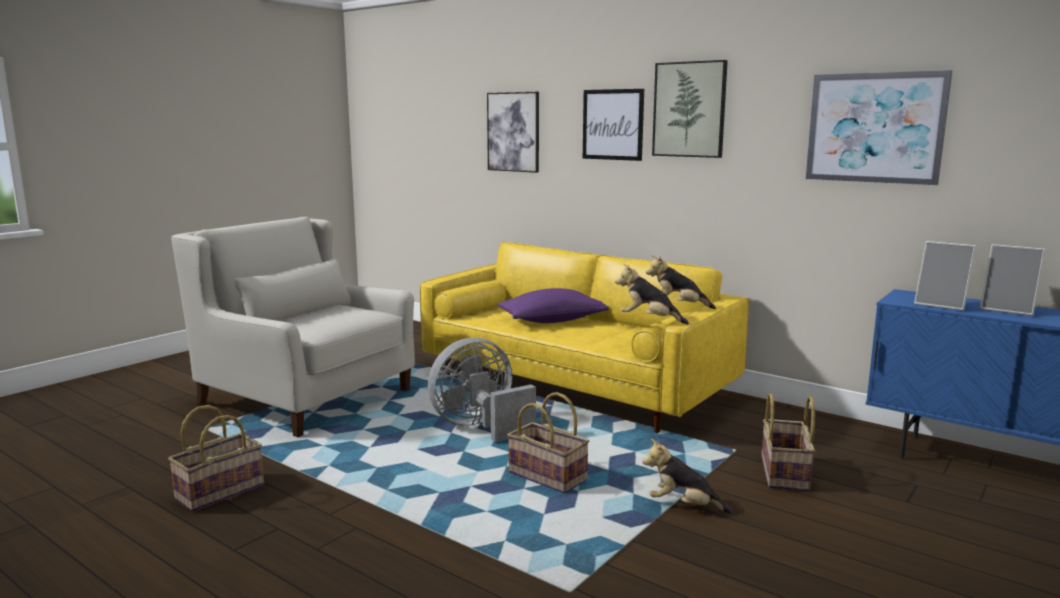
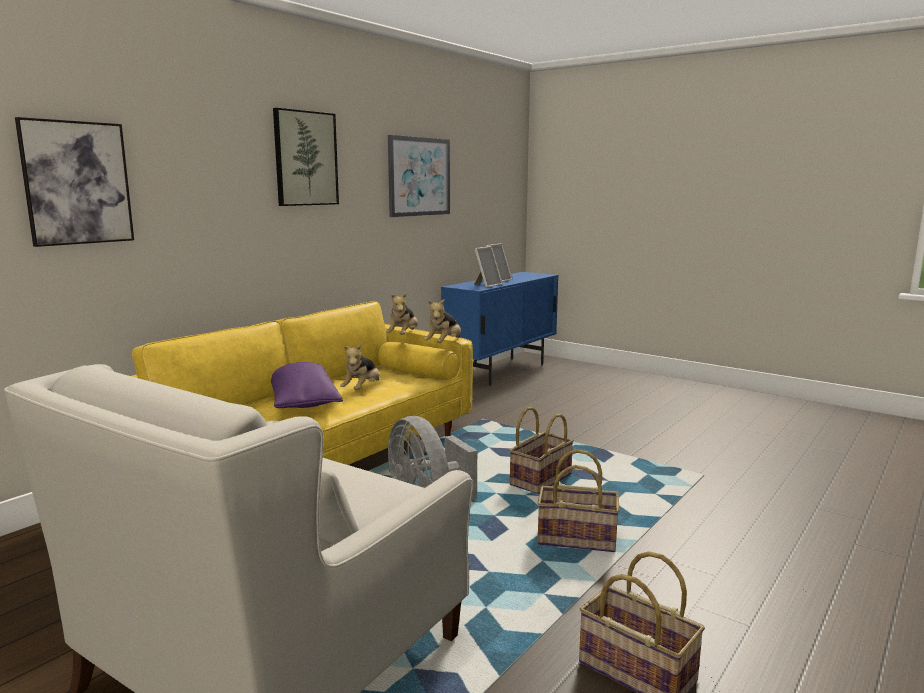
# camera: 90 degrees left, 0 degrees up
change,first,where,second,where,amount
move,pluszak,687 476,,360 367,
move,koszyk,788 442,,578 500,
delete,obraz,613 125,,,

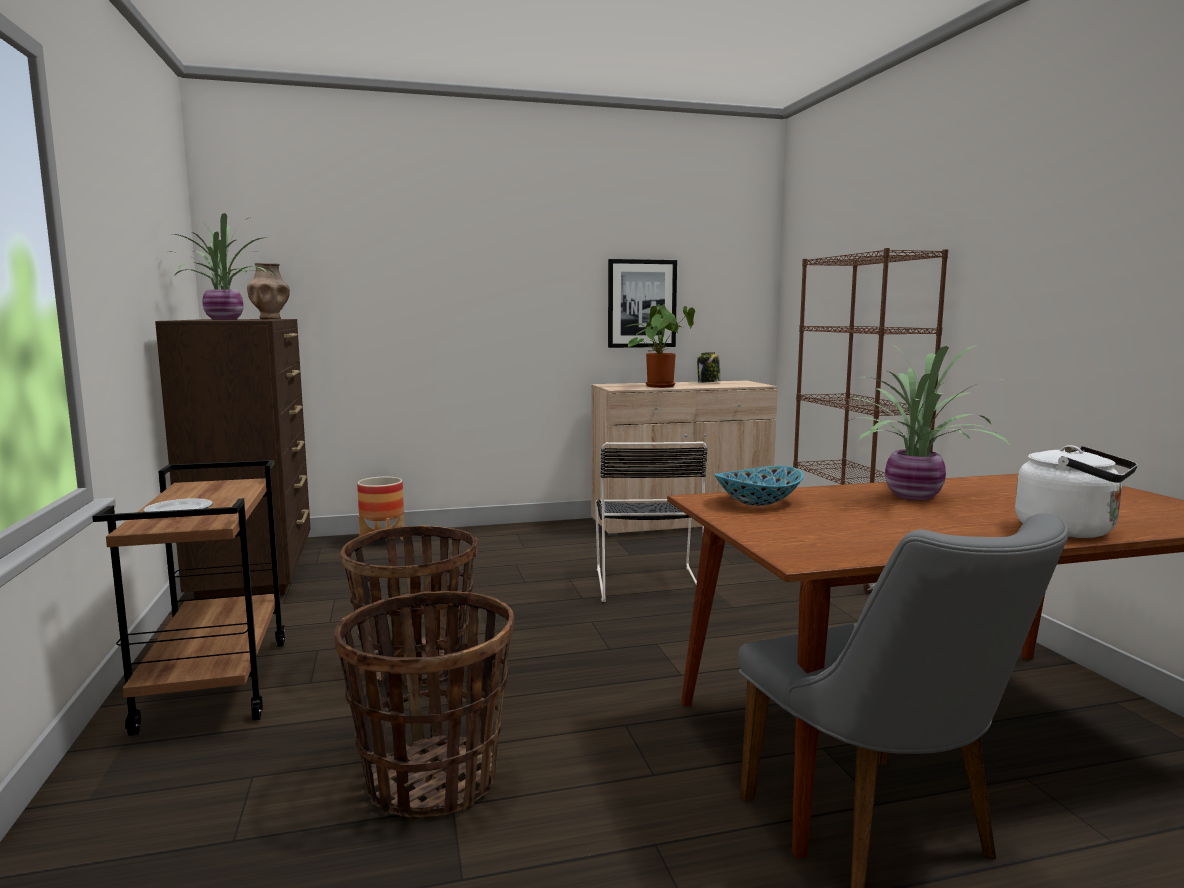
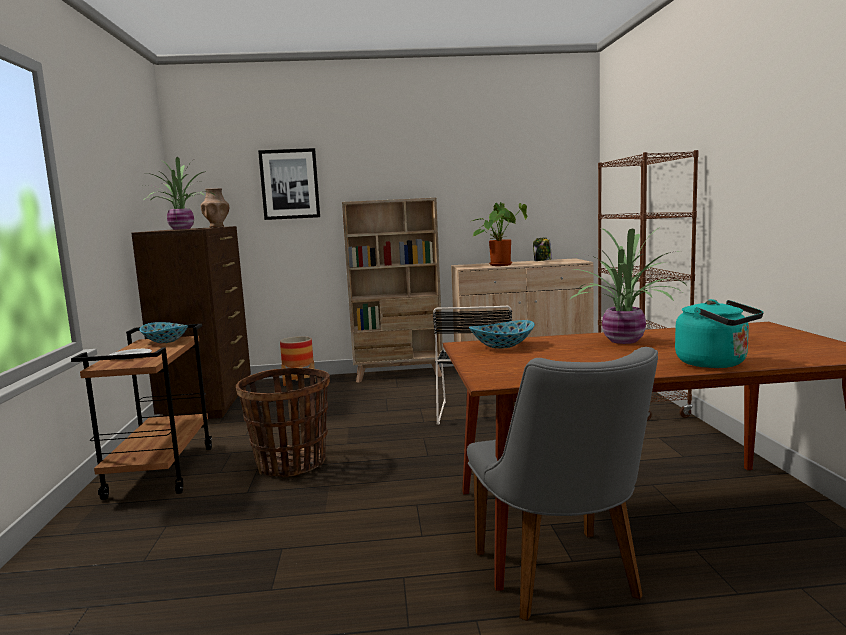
# camera: 10 degrees right, 0 degrees up
change,first,where,second,where,amount
insert,,,miska,163 332,
move,obraz,642 303,,289 184,
insert,,,regał [beżowy],392 290,
recolor,czajnik [biały],1076 491,czajnik [turkusowy],719 333,
delete,koszyk,424 704,,,

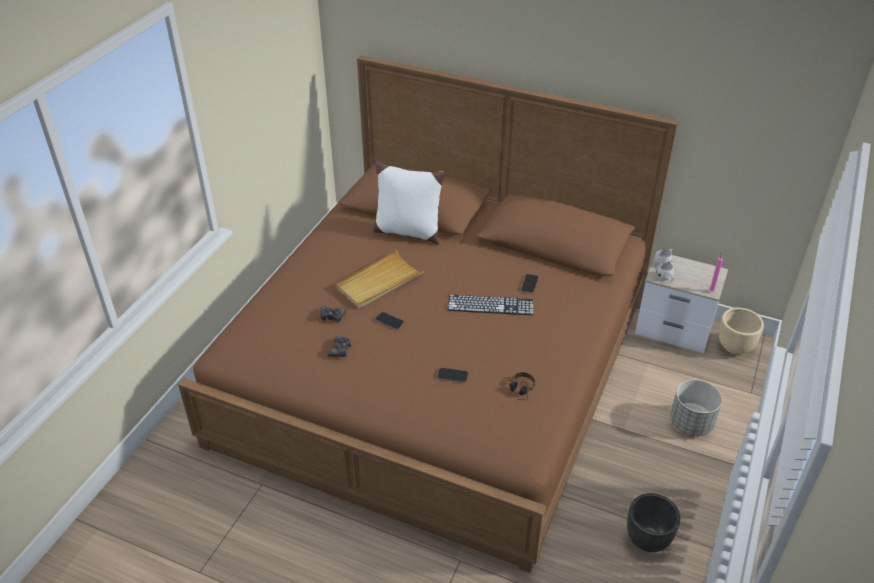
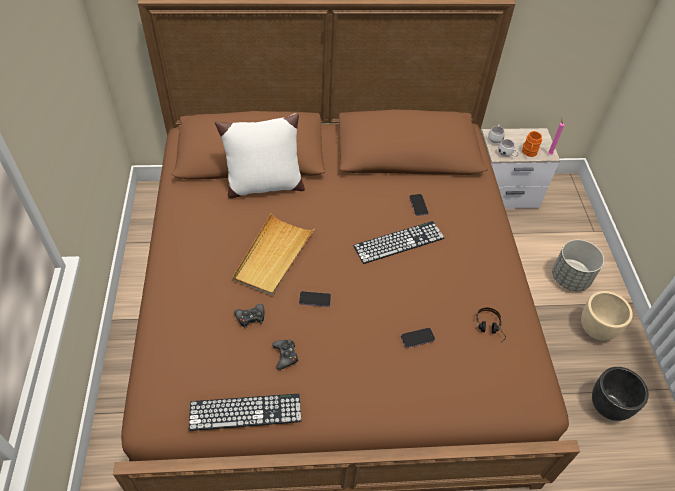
# camera: 30 degrees left, 10 degrees up
change,first,where,second,where,amount
insert,,,klawiatura,245 412,
insert,,,kubek [pomarańczowy],532 144,
move,donica [beżowy],741 331,,607 316,

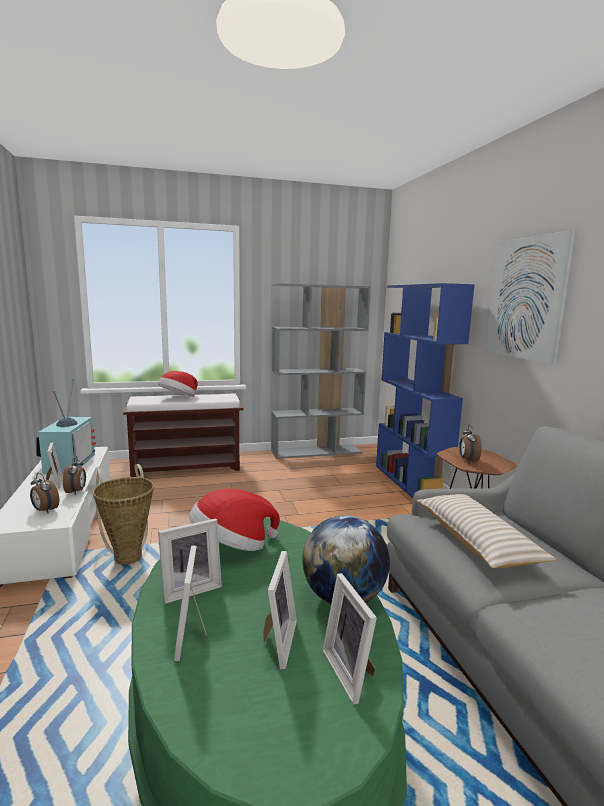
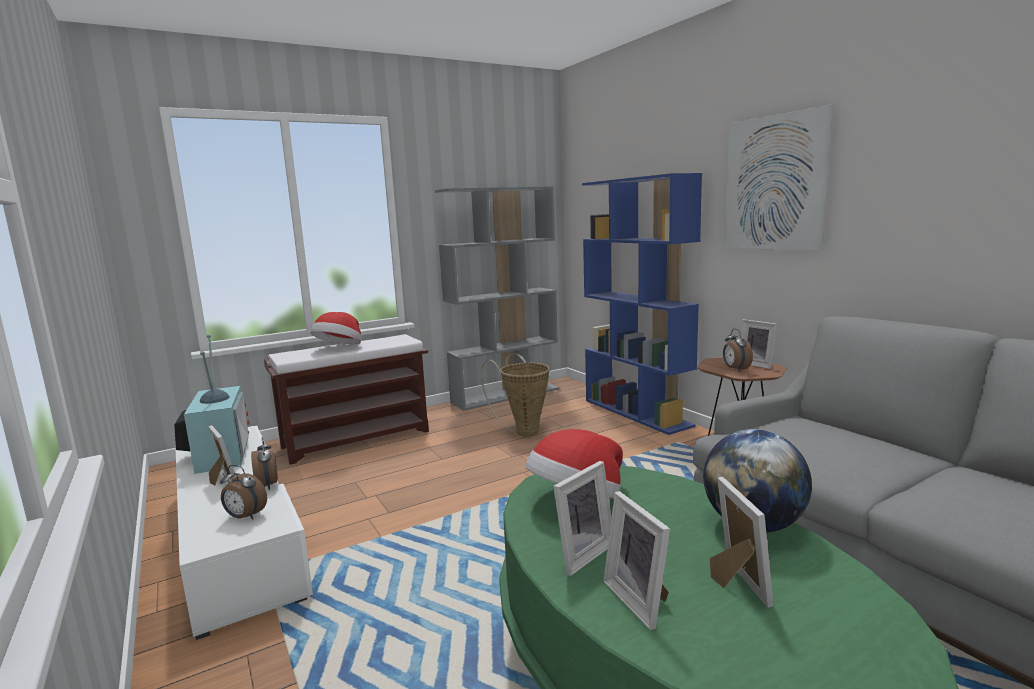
# camera: 15 degrees left, 0 degrees up
change,first,where,second,where,amount
move,koszyk,123 514,,515 394,
move,ramka na zdjęcie,350 639,,759 344,
delete,poduszka [beżowy],486 531,,,

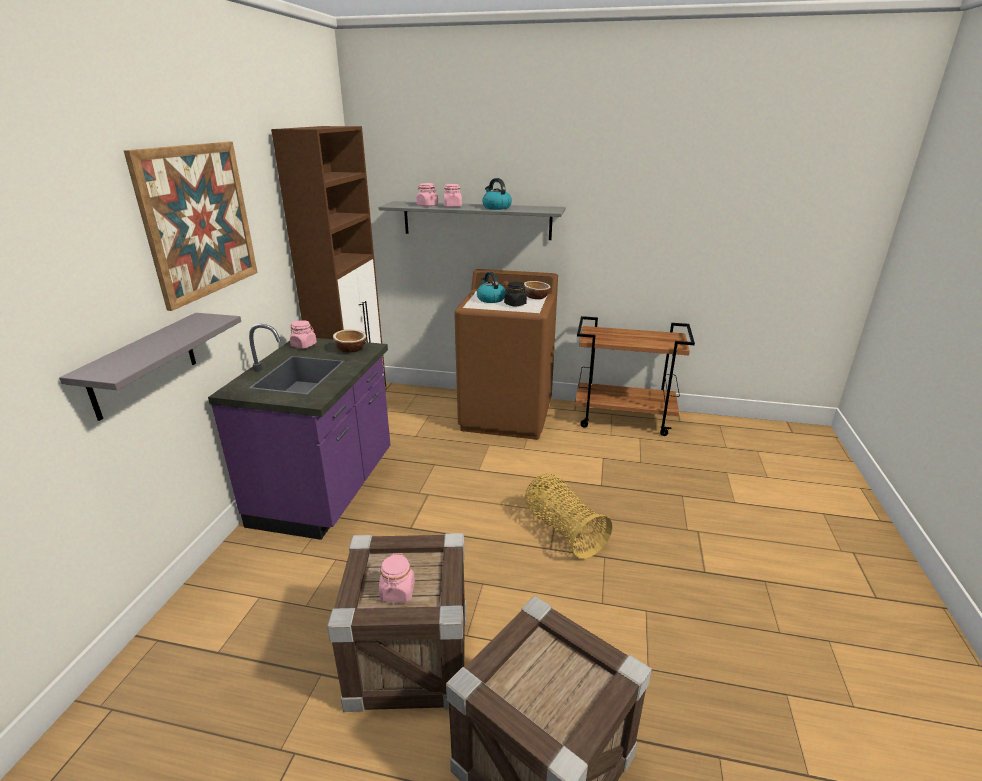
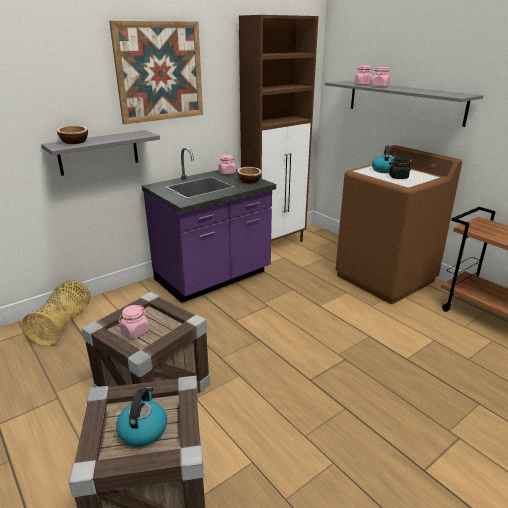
# camera: 40 degrees right, 0 degrees up
change,first,where,second,where,amount
move,koszyk,568 516,,56 312,
move,miska,537 290,,72 134,
move,czajnik,497 194,,141 417,

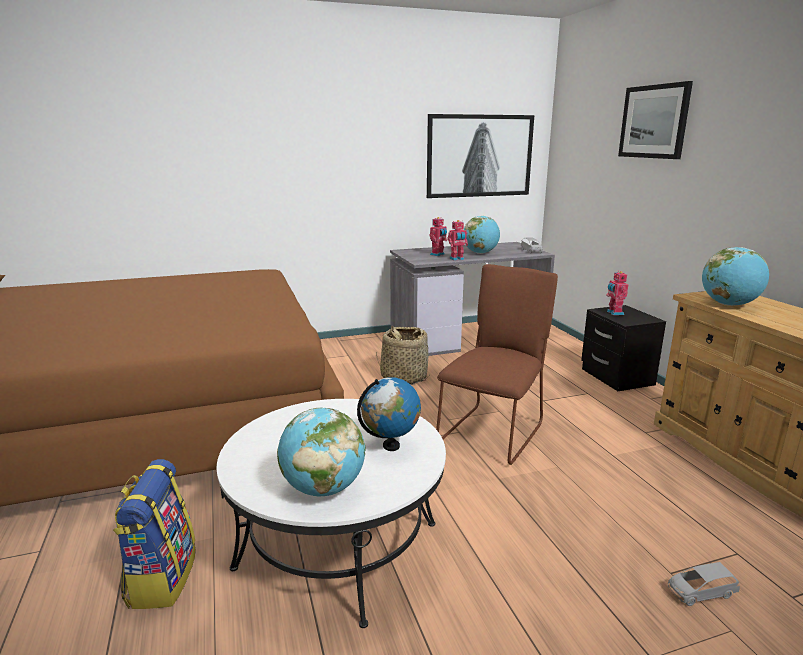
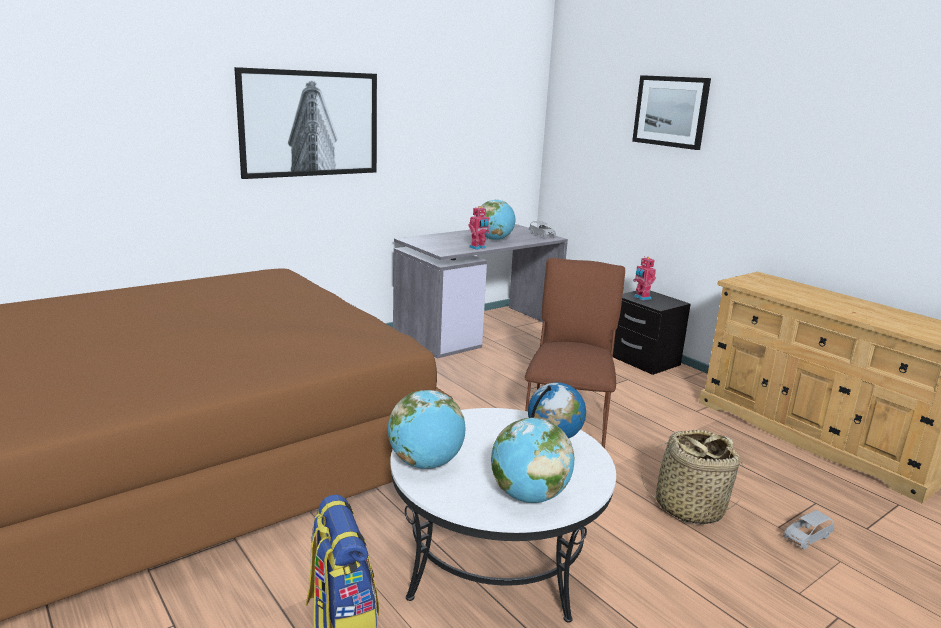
# camera: 20 degrees left, 0 degrees up
change,first,where,second,where,amount
move,obraz,480 156,,305 123,
move,globus,735 276,,426 429,
move,koszyk,403 355,,692 477,
delete,robot zabawkowy,438 236,,,

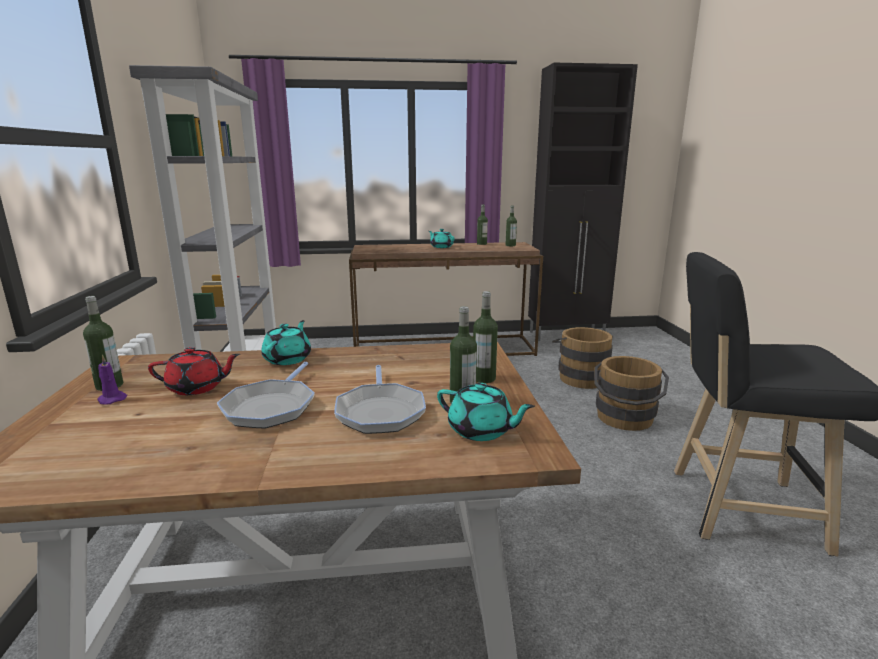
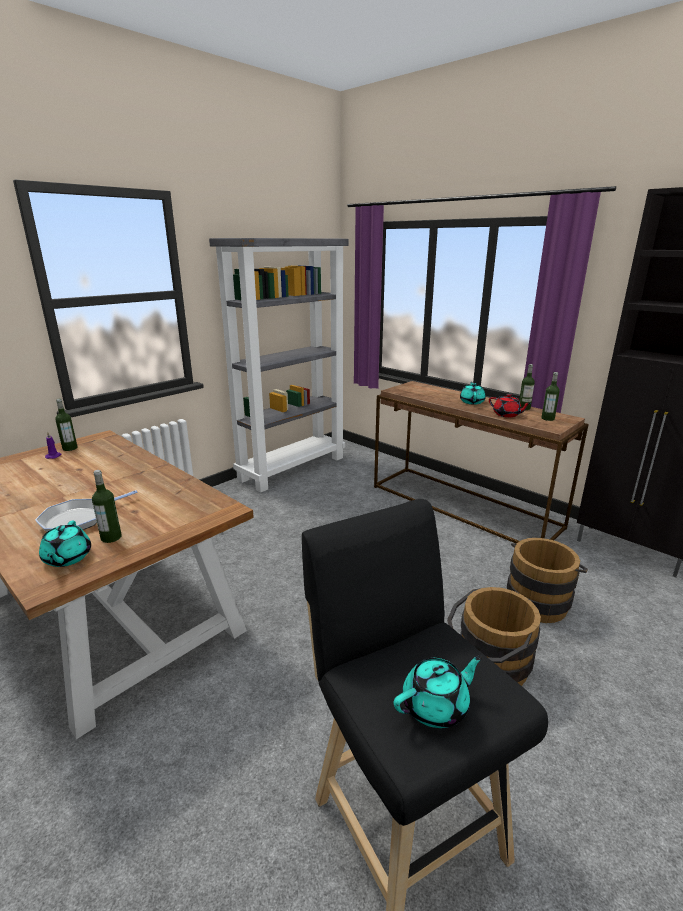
# camera: 50 degrees right, 5 degrees up
change,first,where,second,where,amount
move,imbryk [turkusowy],286 342,,438 691,
move,imbryk [czerwony],194 371,,510 405,
delete,patelnia,266 395,,,
delete,butelka,485 337,,,

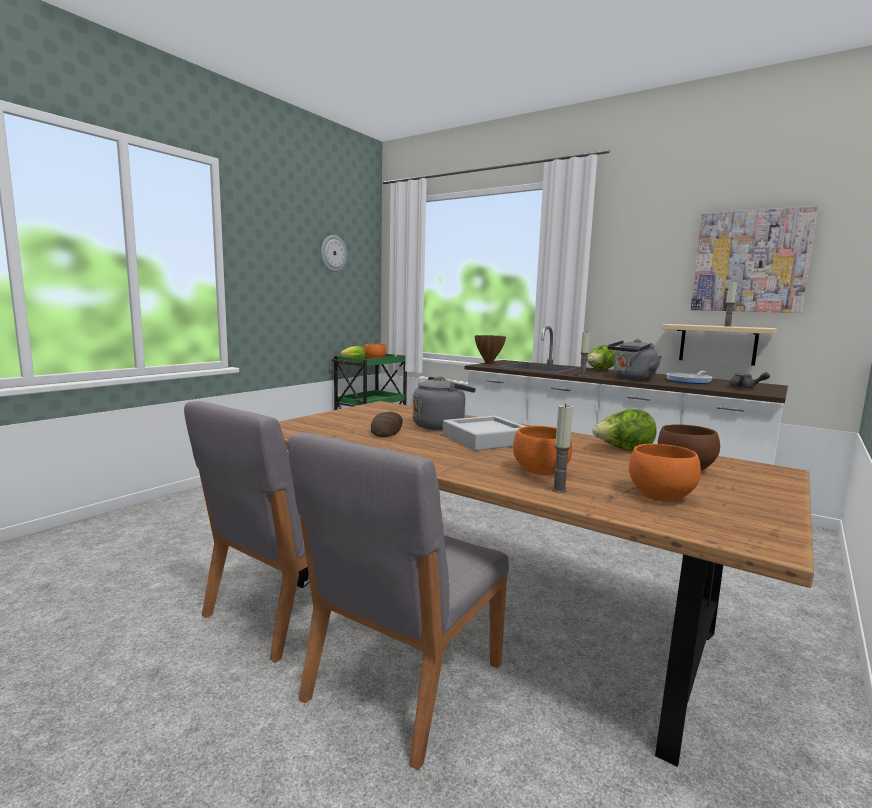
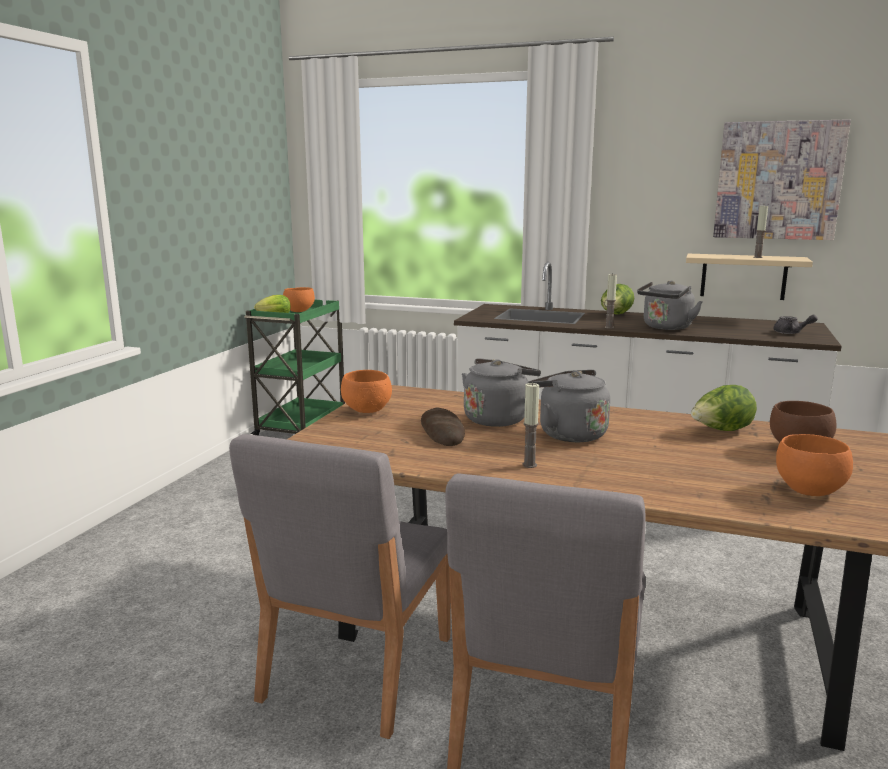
# camera: 15 degrees left, 5 degrees up
change,first,where,second,where,amount
move,miska [pomarańczowy],542 450,,366 391,
move,świeca,562 448,,530 425,
replace,taca [szary],484 433,czajnik [szary],569 406,
delete,zegar ścienny,334 253,,,
delete,wazon [brązowy],490 349,,,
delete,patelnia,689 377,,,

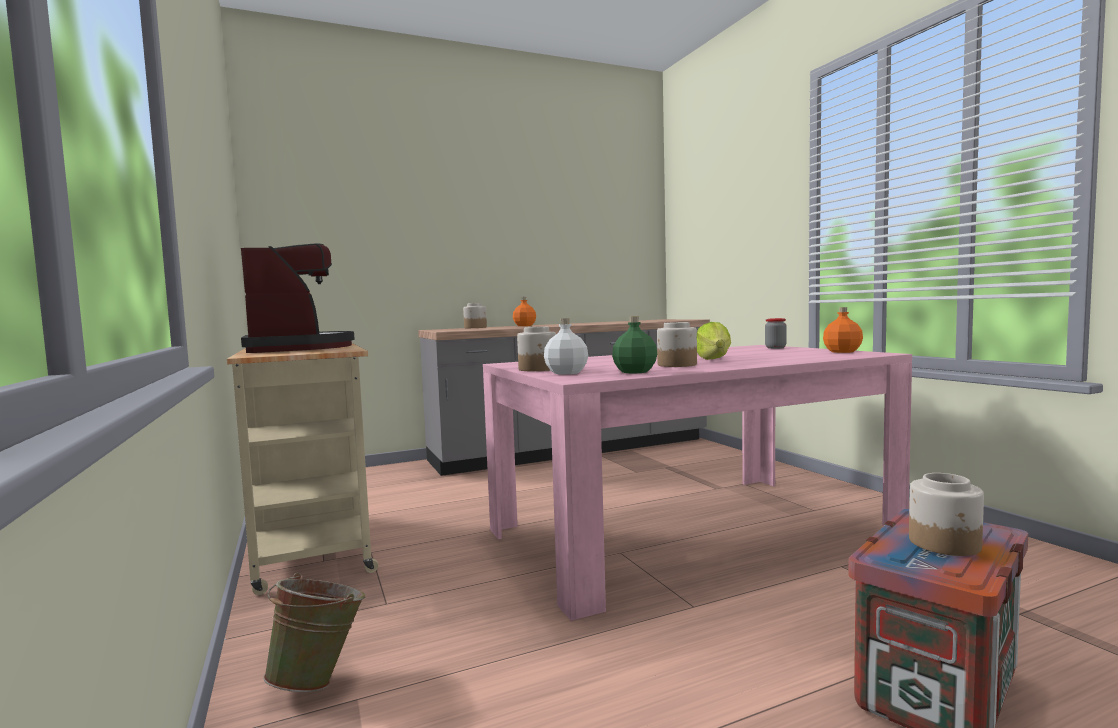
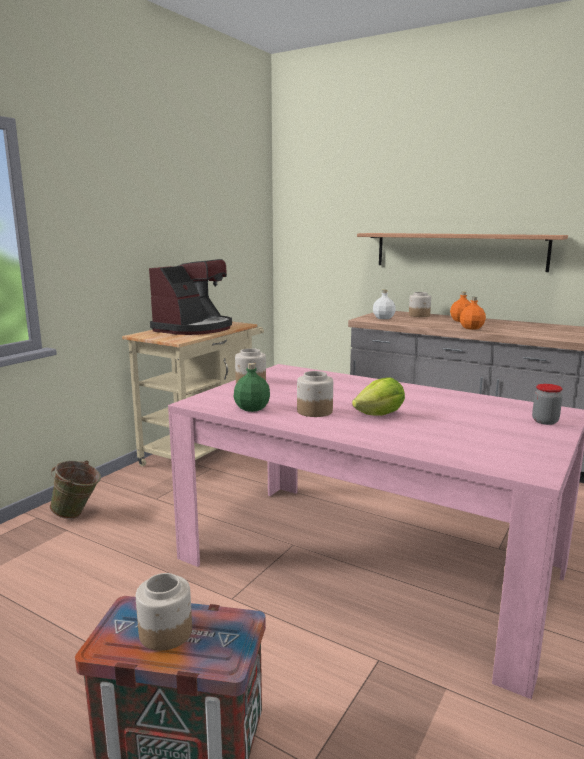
# camera: 55 degrees right, 10 degrees up
change,first,where,second,where,amount
insert,,,półka,462 252,
move,butelka [biały],566 346,,384 304,
move,butelka [pomarańczowy],843 330,,473 313,

